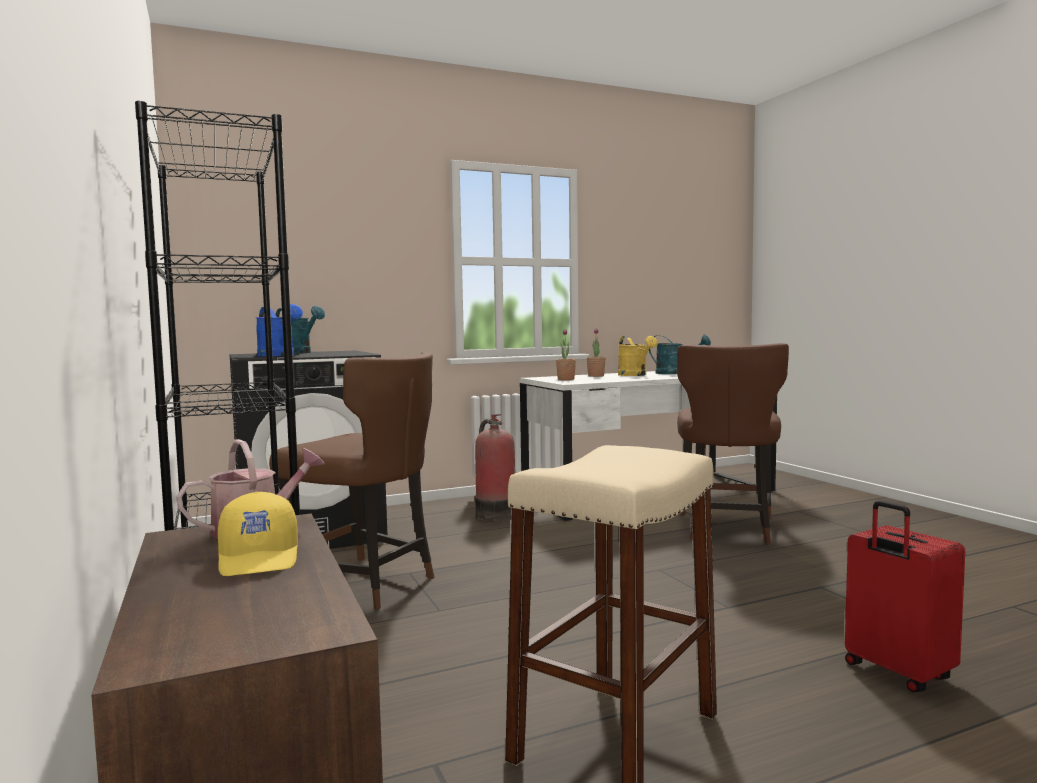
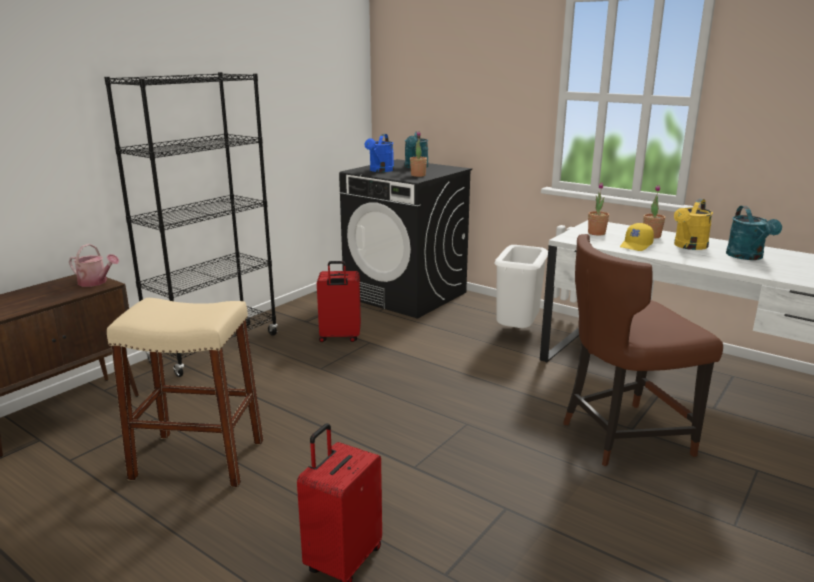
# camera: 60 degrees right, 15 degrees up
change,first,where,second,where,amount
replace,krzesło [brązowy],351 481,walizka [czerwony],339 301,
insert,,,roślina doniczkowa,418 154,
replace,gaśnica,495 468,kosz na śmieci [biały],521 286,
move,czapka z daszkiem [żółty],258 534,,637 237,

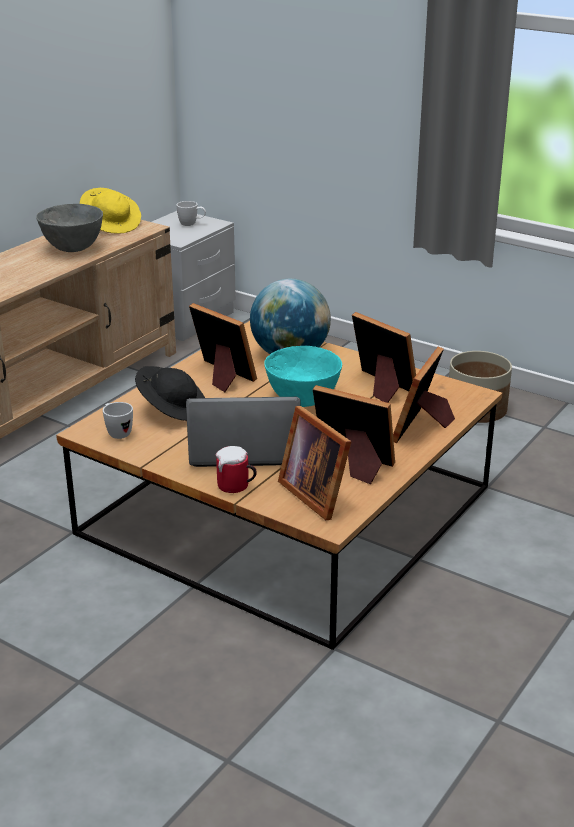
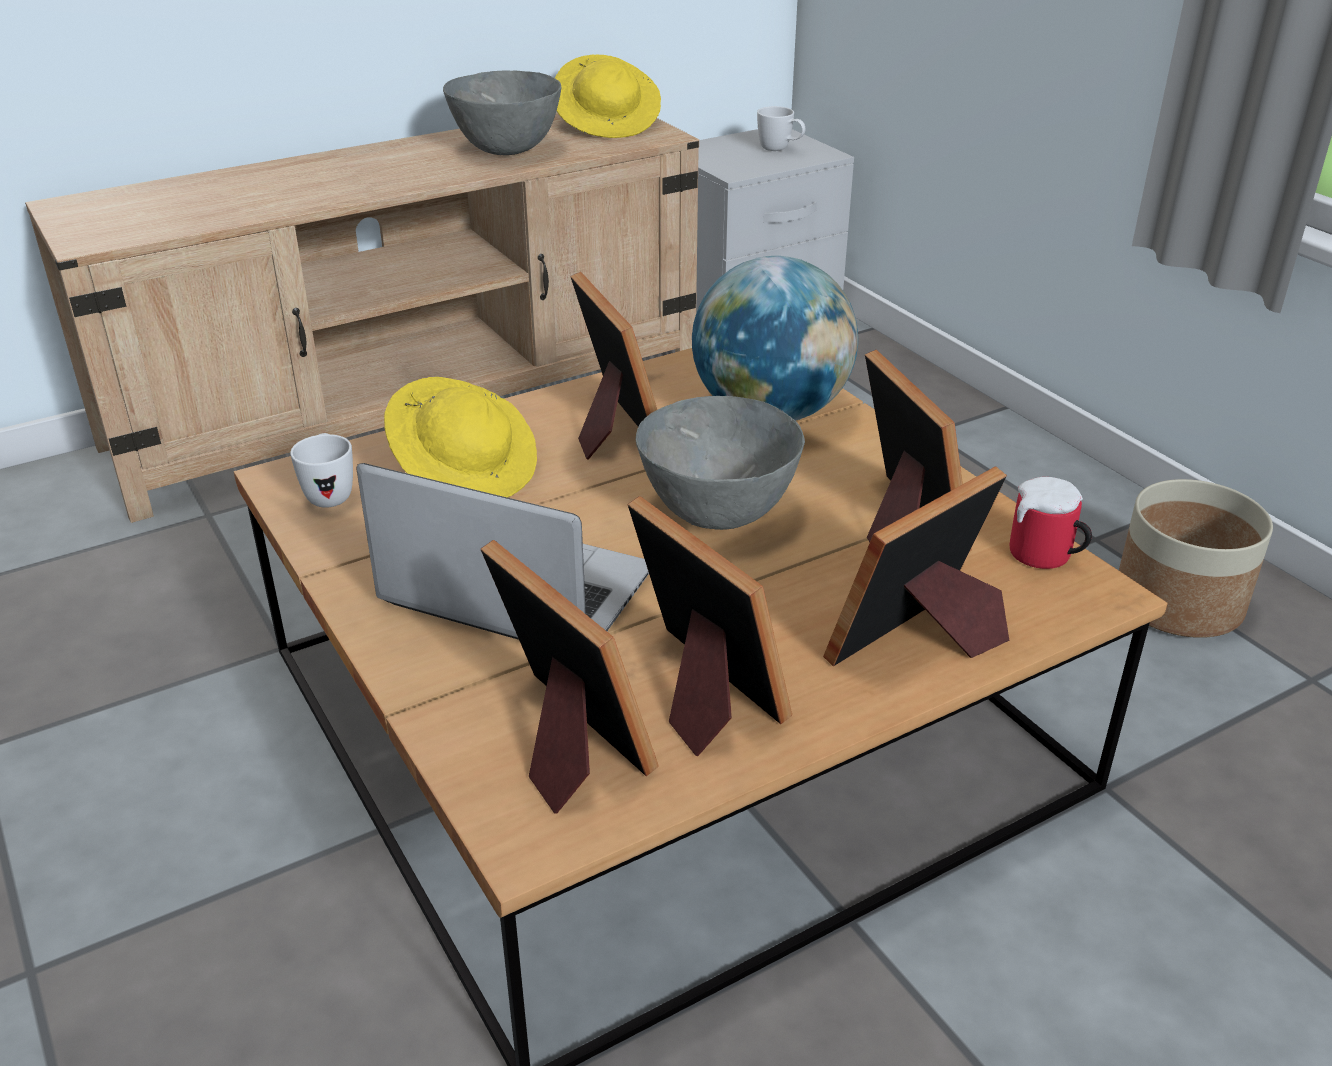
# camera: 25 degrees right, 5 degrees up
change,first,where,second,where,amount
recolor,kapelusz [czarny],170 393,kapelusz [żółty],460 437,
rotate,ramka na zdjęcie,314 463,,570 677,150 degrees clockwise
recolor,miska [turkusowy],303 376,miska [szary],720 463,
move,kubek,236 469,,1050 523,

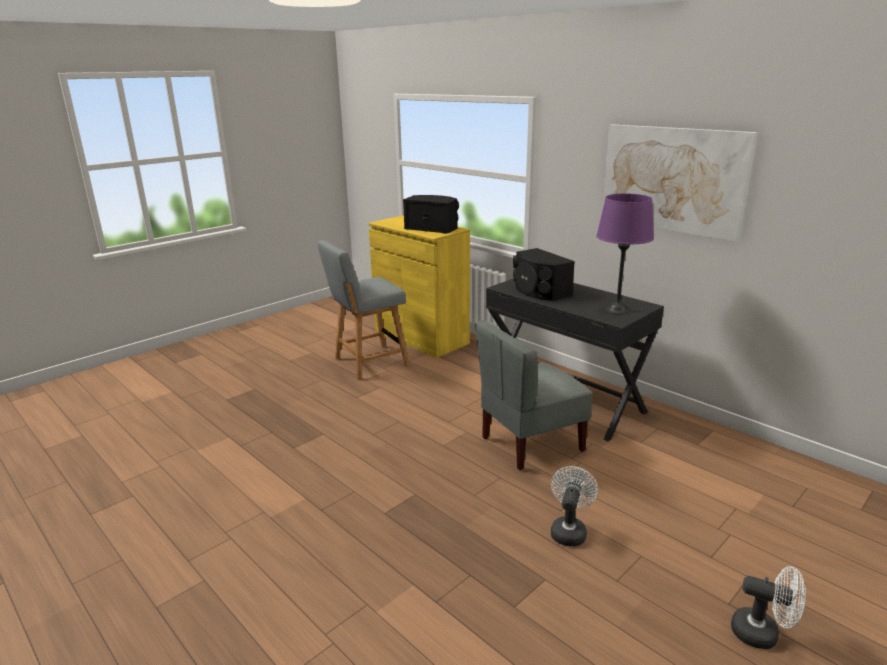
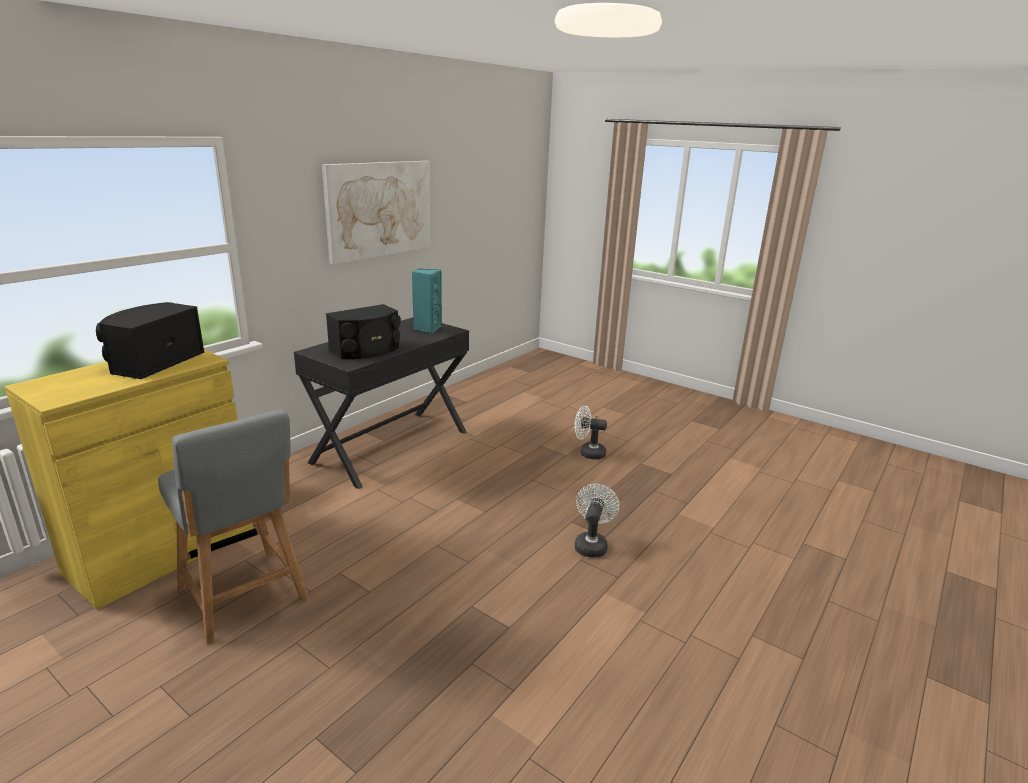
# camera: 100 degrees left, 0 degrees up
change,first,where,second,where,amount
replace,lampa stołowa [fioletowy],625 254,głośnik [turkusowy],427 301,
move,wentylator [biały],768 607,,597 521,
delete,krzesło [szary],533 395,,,

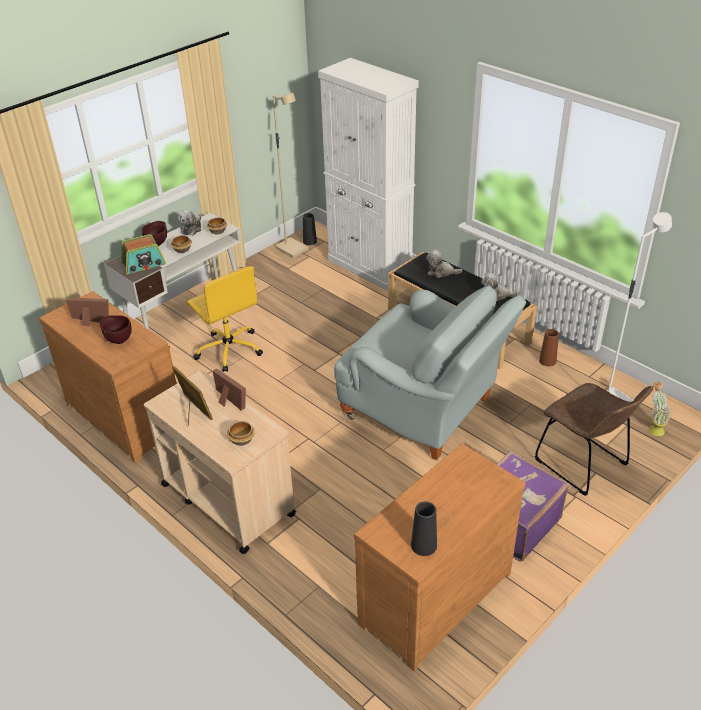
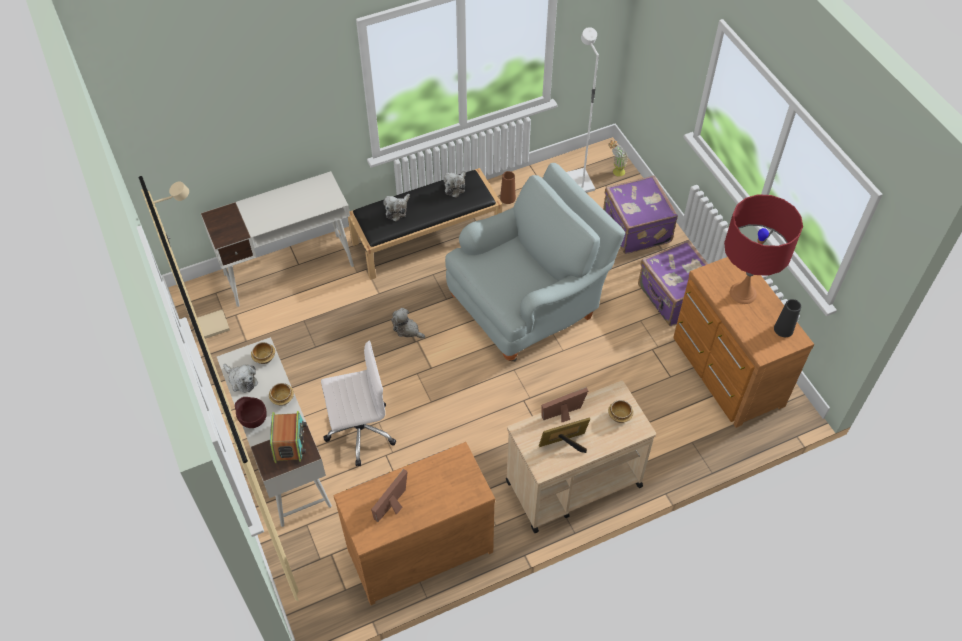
# camera: 70 degrees left, 15 degrees up
change,first,where,second,where,amount
replace,szafka [biały],368 174,biurko [biały],277 239,
recolor,krzesło biurowe [żółty],225 319,krzesło biurowe [biały],358 403,
insert,,,pluszak,408 323,
replace,krzesło [brązowy],594 439,walizka [fioletowy],640 214,
insert,,,lampa stołowa [czerwony],763 249,
delete,miska [brązowy],115 329,,,
delete,wazon [czarny],310 229,,,

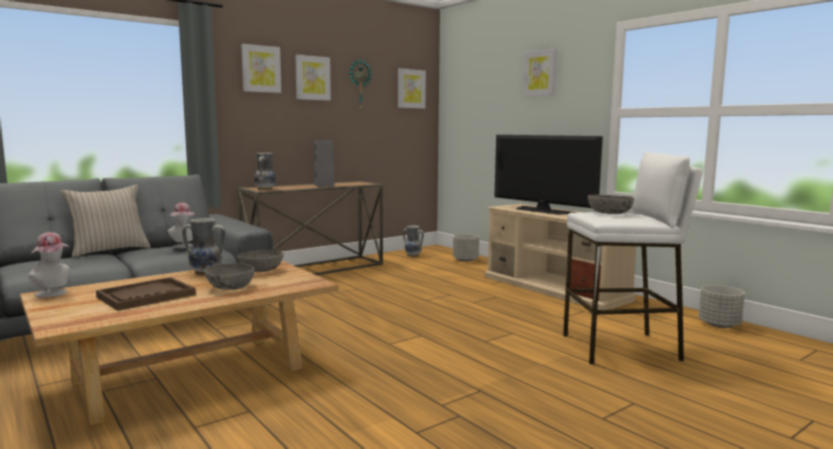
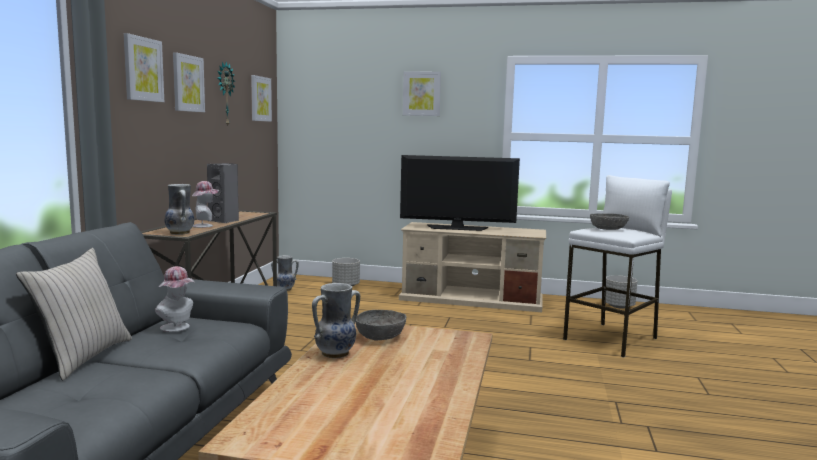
# camera: 40 degrees left, 0 degrees up
change,first,where,second,where,amount
move,kapelusz,49 265,,205 204,
delete,taca [brązowy],146 294,,,
delete,miska [szary],229 276,,,

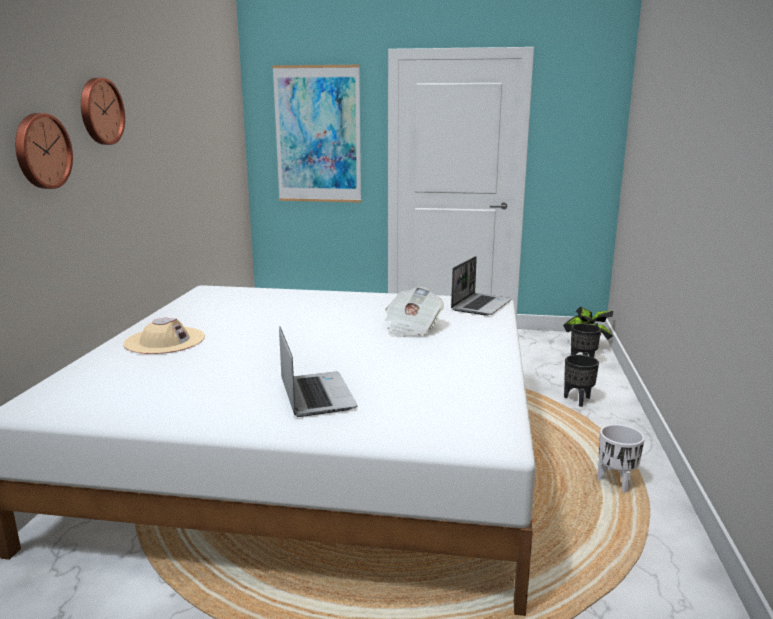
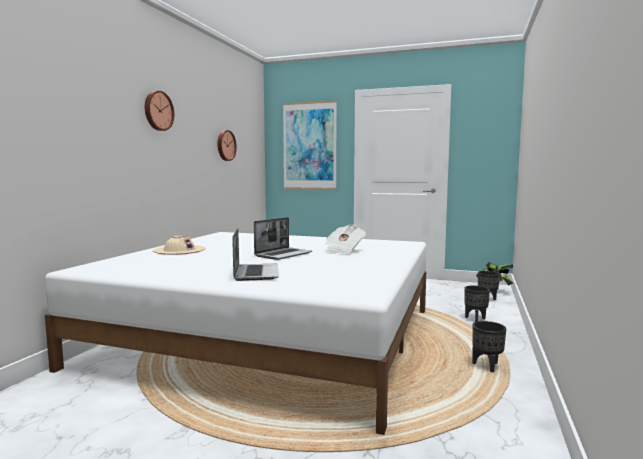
# camera: 10 degrees right, 10 degrees down
change,first,where,second,where,amount
move,zegar ścienny,44 151,,227 145,
move,laptop,481 286,,283 238,
recolor,donica [biały],621 458,donica [czarny],489 346,

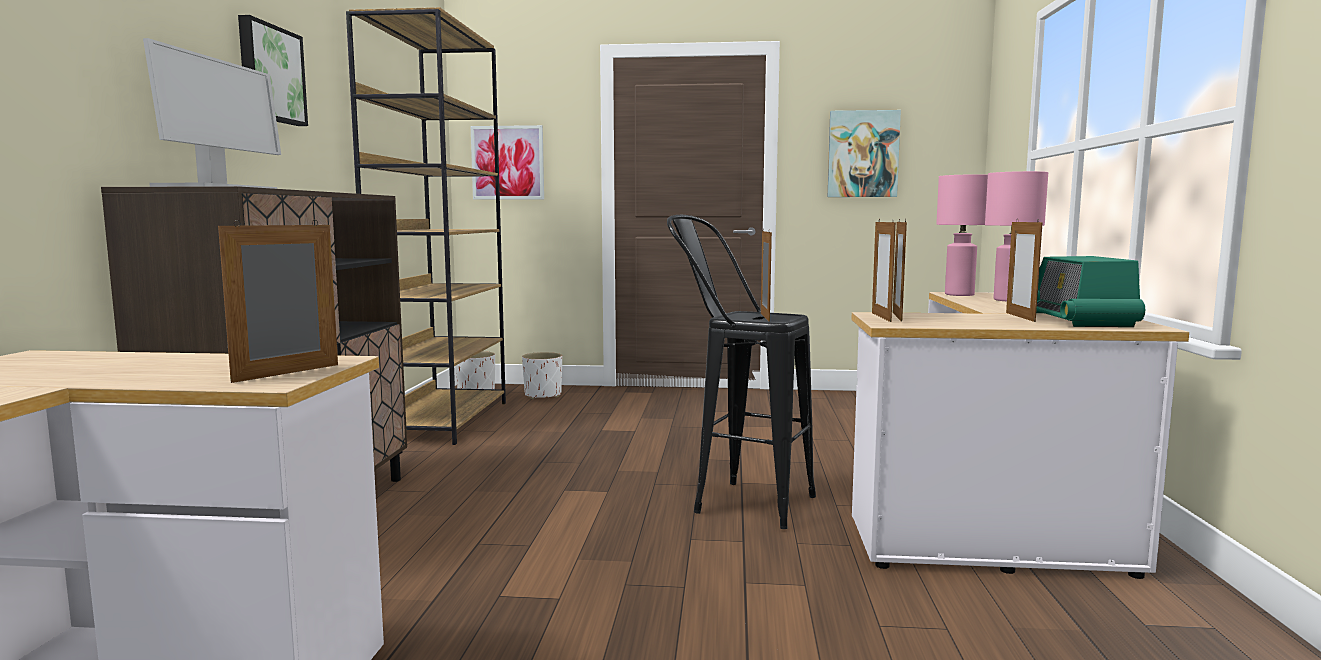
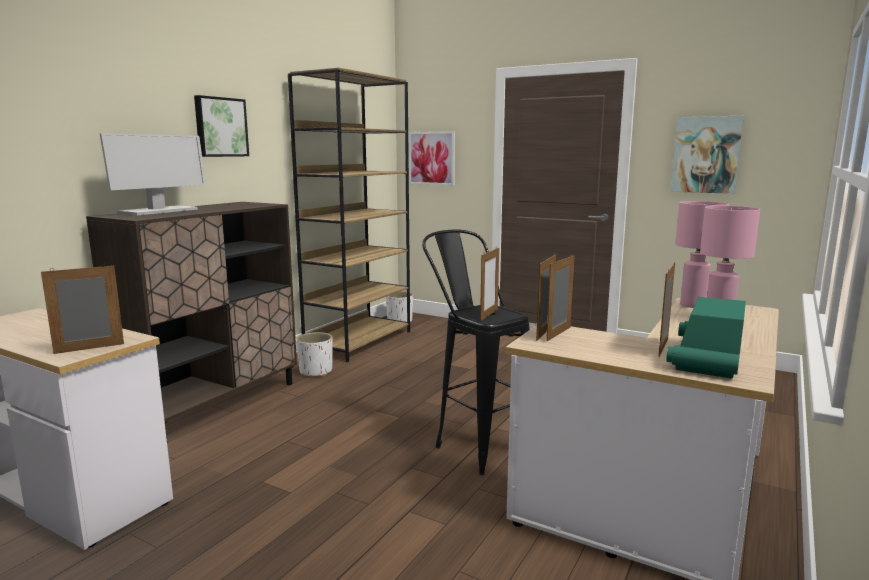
# camera: 25 degrees right, 5 degrees up
change,first,where,second,where,amount
move,donica [biały],542 375,,314 354,

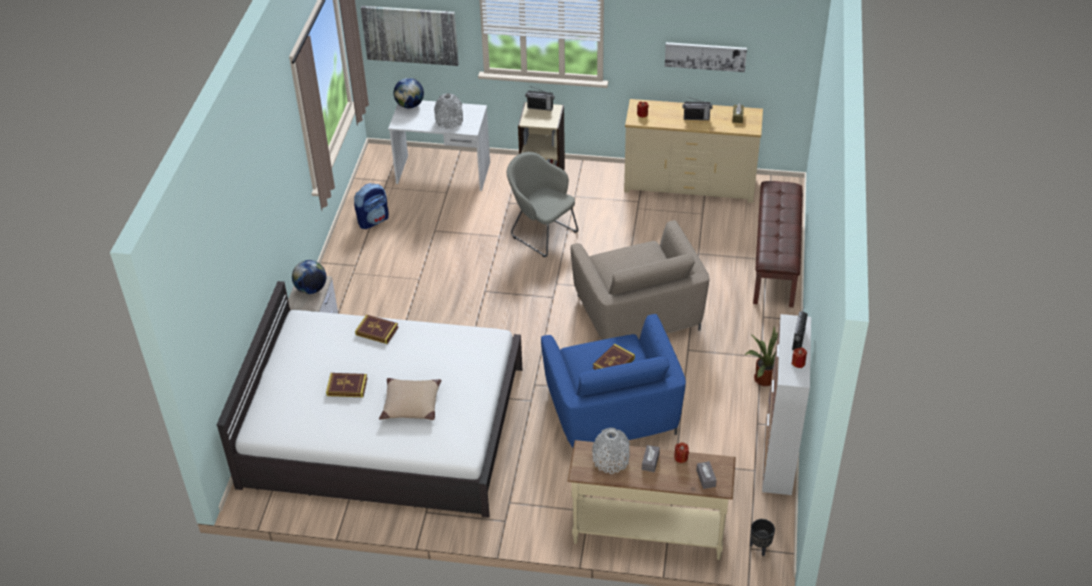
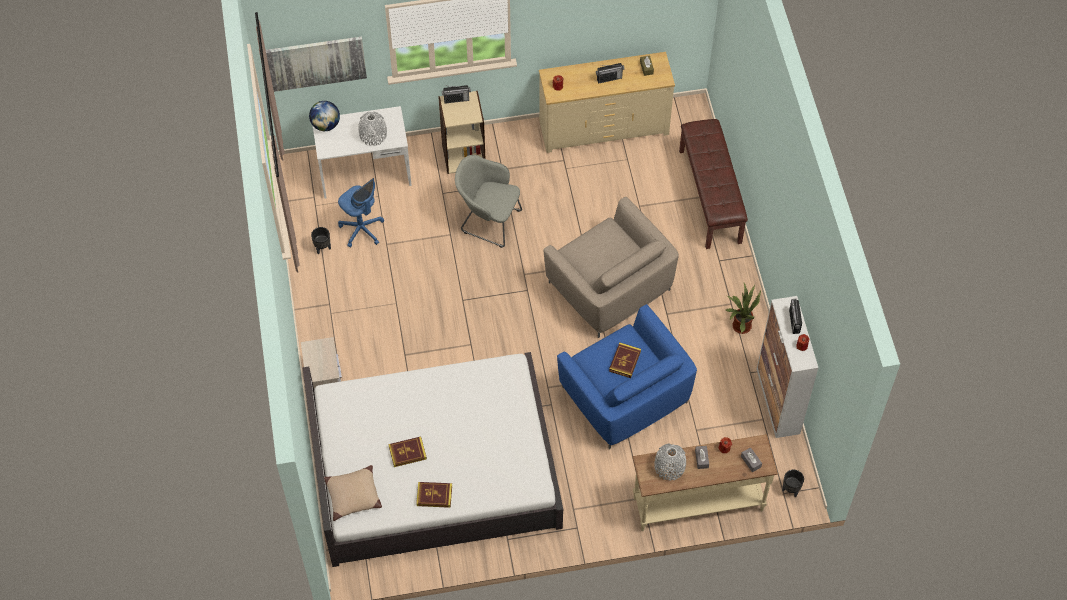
# camera: 20 degrees left, 15 degrees up
change,first,where,second,where,amount
replace,plecak,371 206,donica [czarny],321 240,
move,poduszka [beżowy],410 399,,353 493,
insert,,,krzesło biurowe [niebieski],361 213,
move,książka,376 329,,434 495,
delete,globus,309 277,,,
delete,obraz,706 57,,,

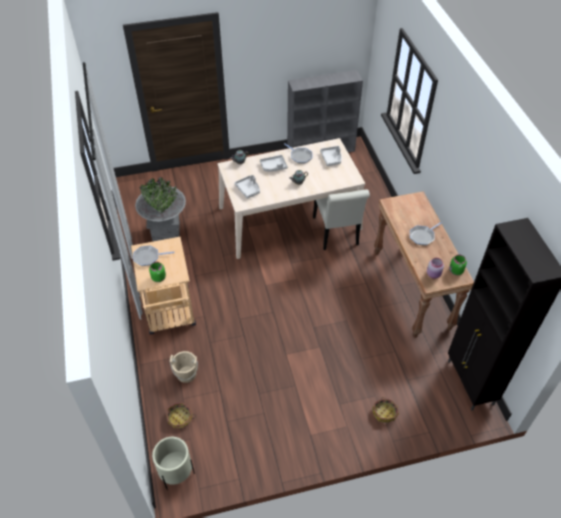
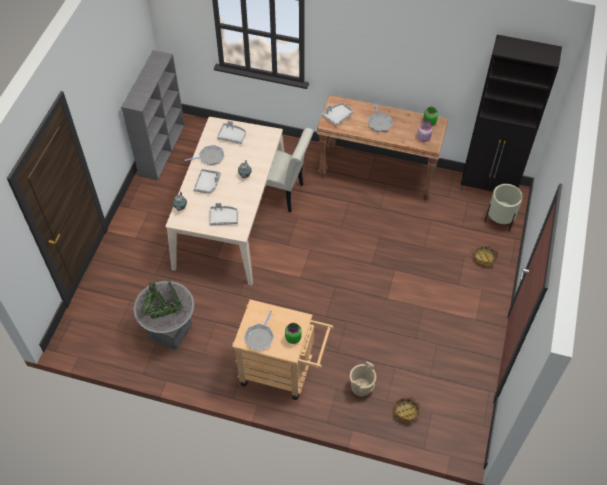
# camera: 60 degrees left, 5 degrees up
change,first,where,second,where,amount
insert,,,taca [szary],338 114,
move,donica [beżowy],173 463,,504 207,

